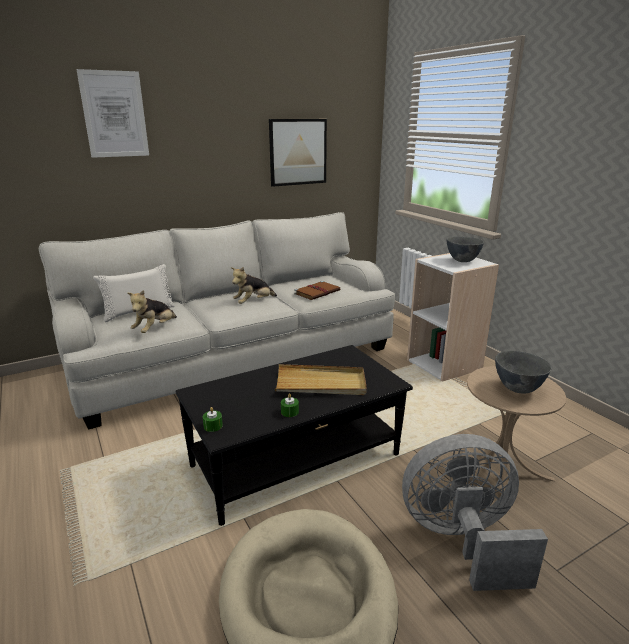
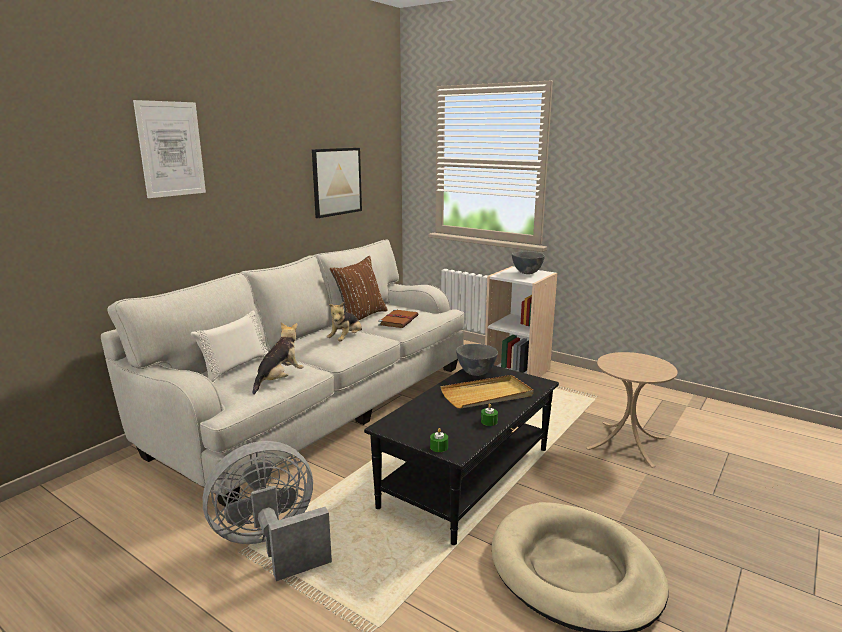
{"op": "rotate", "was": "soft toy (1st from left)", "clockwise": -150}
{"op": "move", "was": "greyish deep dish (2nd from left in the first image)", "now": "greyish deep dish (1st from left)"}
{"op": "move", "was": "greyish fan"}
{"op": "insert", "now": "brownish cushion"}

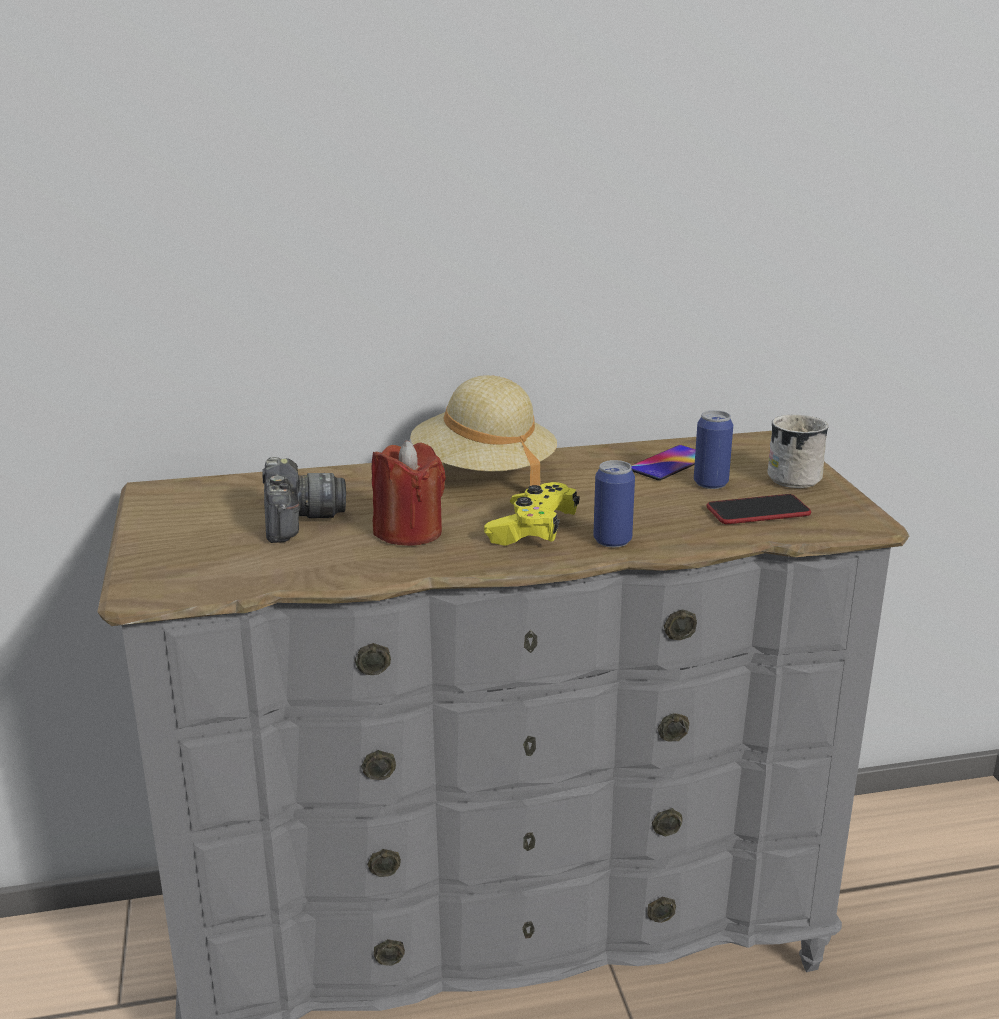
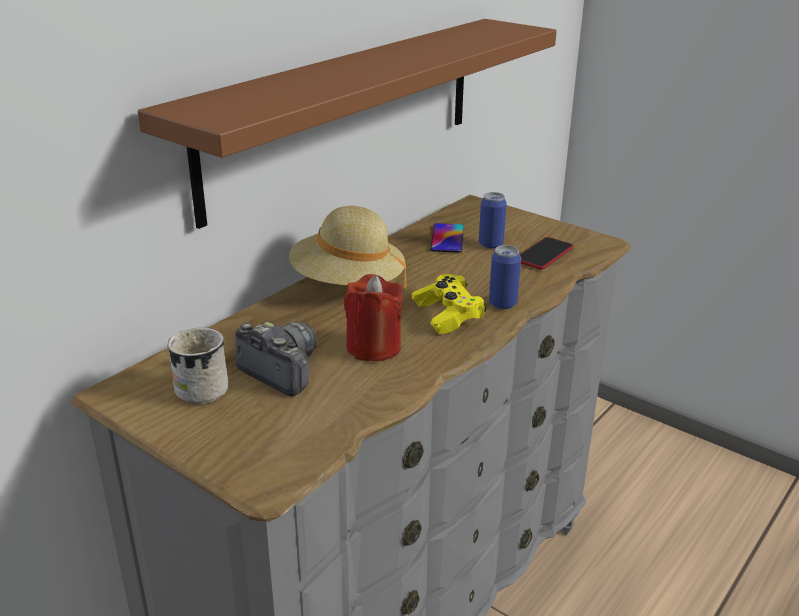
{"op": "move", "was": "white-coloured mug"}
{"op": "insert", "now": "brownish wall shelf"}

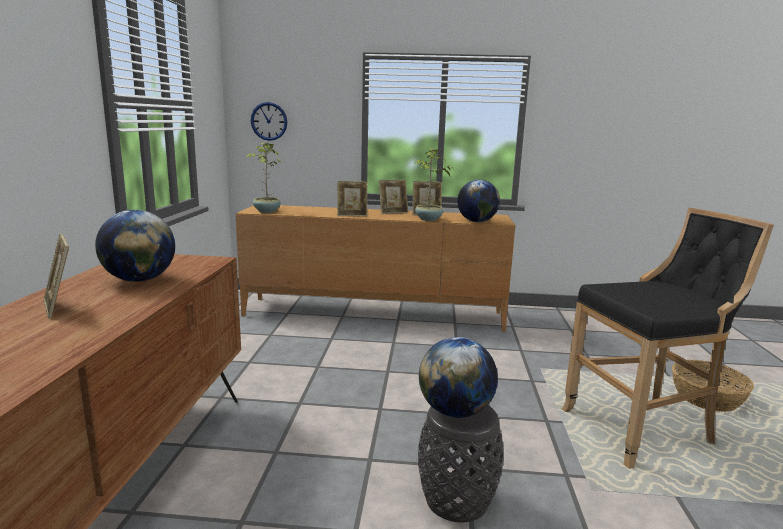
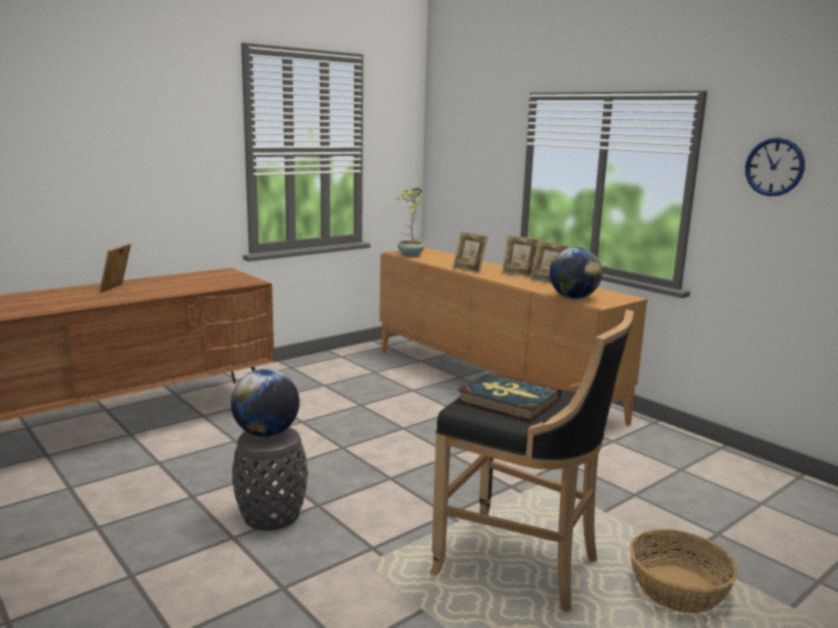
{"op": "move", "was": "clock on the wall"}
{"op": "delete", "was": "potted plant (2nd from left)"}
{"op": "delete", "was": "world globe (1st from left)"}
{"op": "insert", "now": "book"}

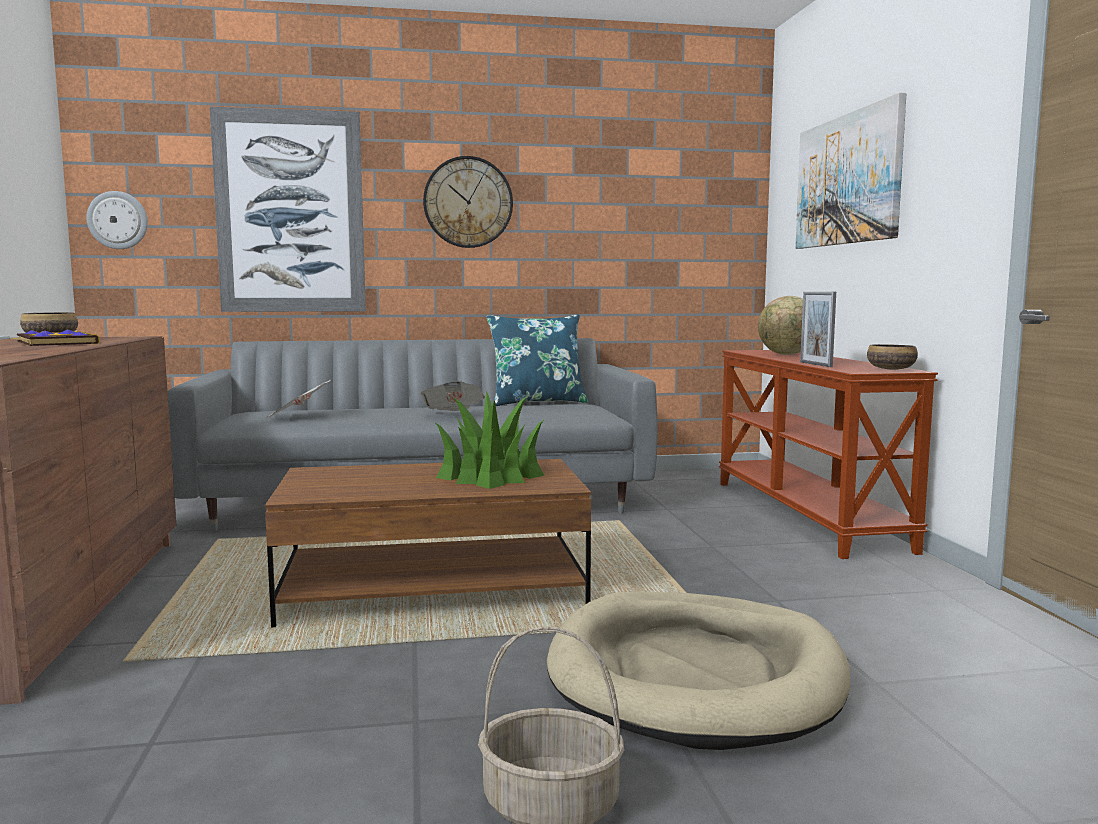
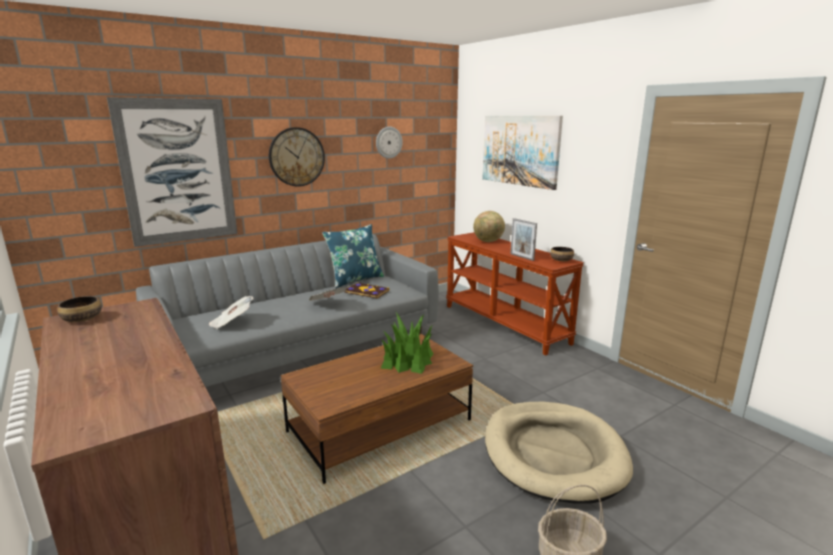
{"op": "move", "was": "clock on the wall (1st from left in the first image)", "now": "clock on the wall (2nd from left)"}
{"op": "move", "was": "book"}

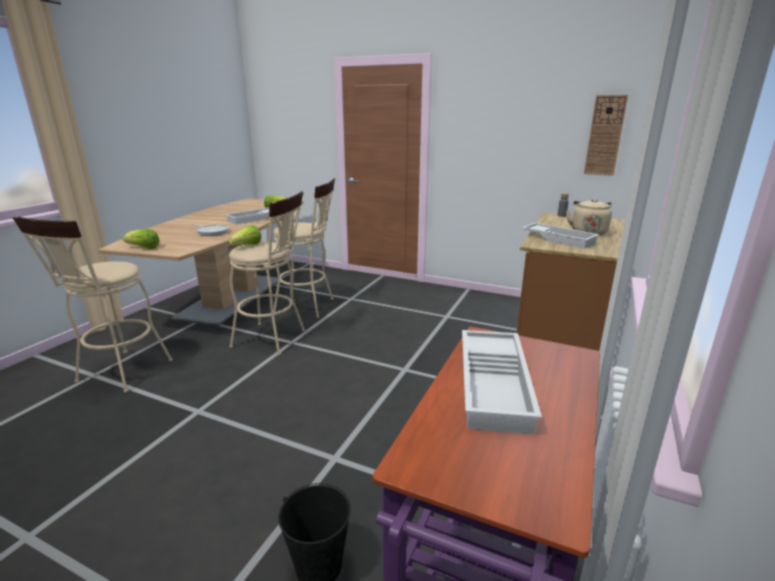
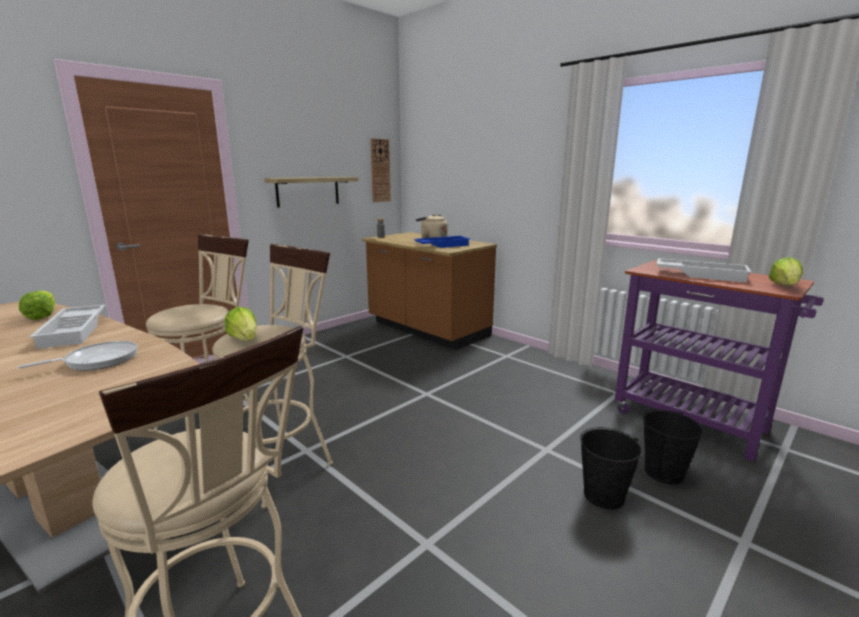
{"op": "recolor", "was": "white-coloured carrying tray (3rd from left)", "now": "bluish carrying tray"}
{"op": "move", "was": "lettuce (1st from left in the first image)", "now": "lettuce (3rd from left)"}
{"op": "insert", "now": "wall shelf"}
{"op": "insert", "now": "black pail (1st from left)"}

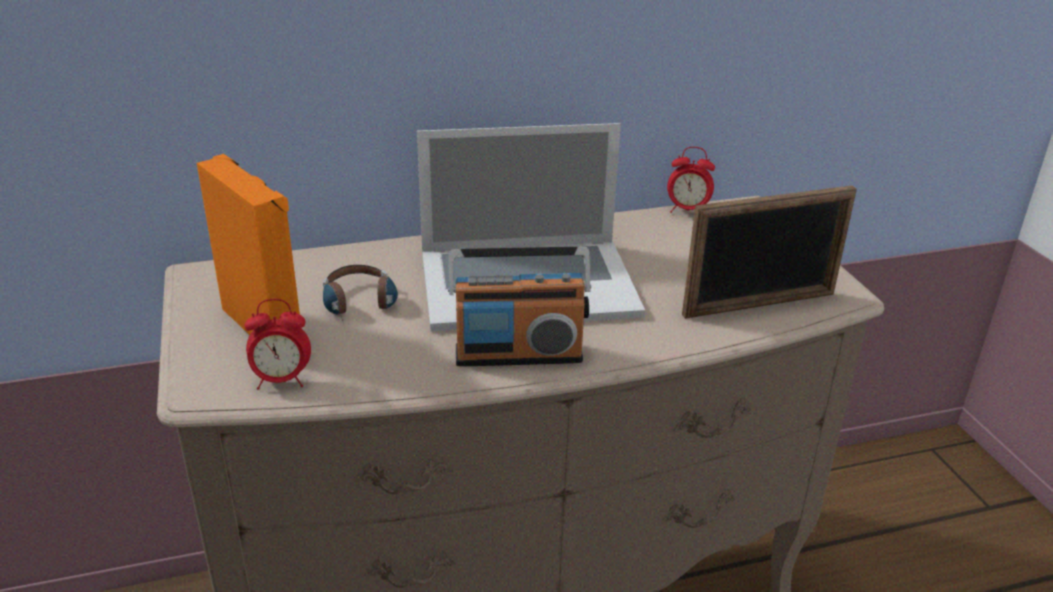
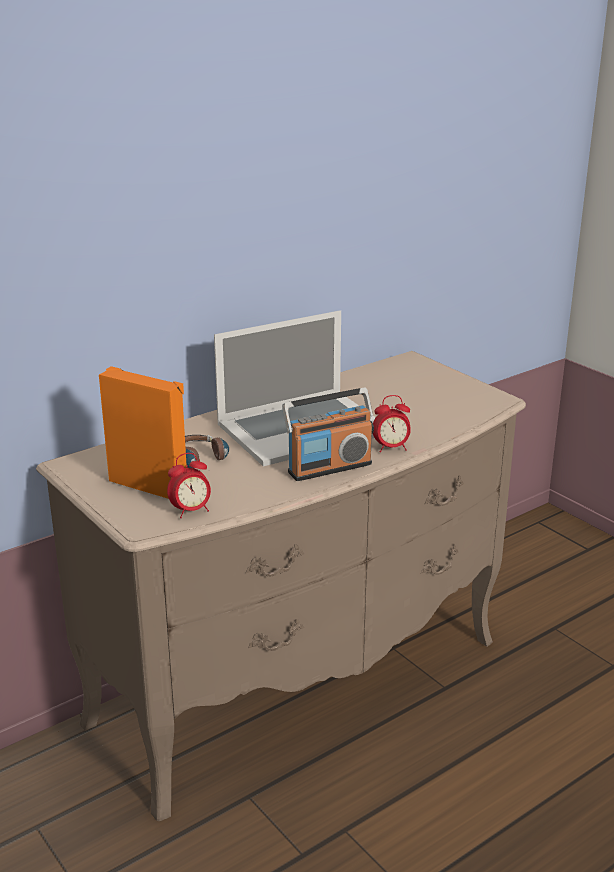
{"op": "move", "was": "alarm clock (2nd from left)"}
{"op": "delete", "was": "standing frame"}

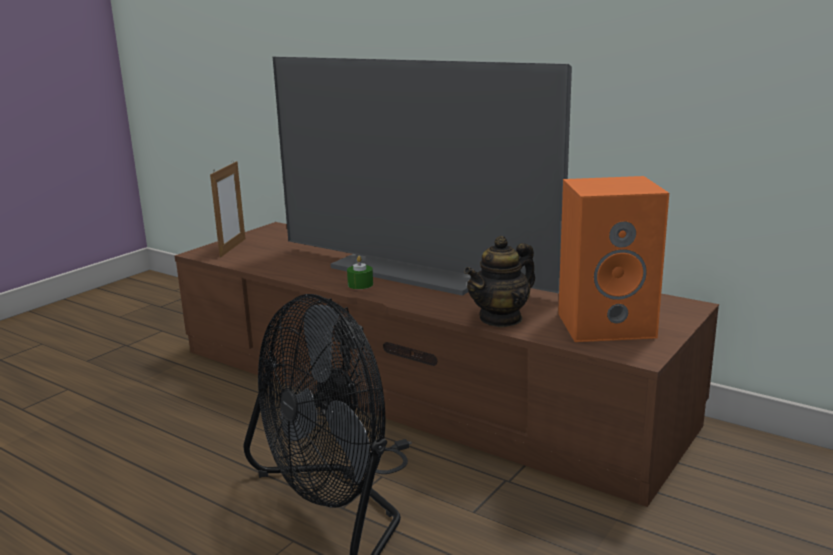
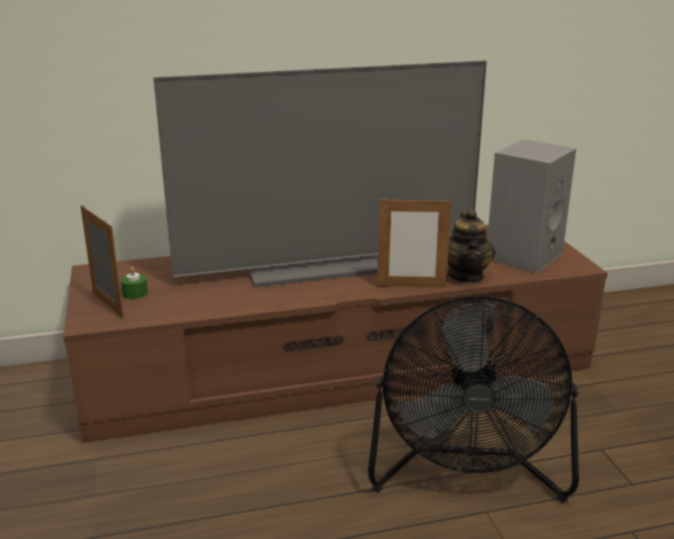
{"op": "recolor", "was": "orange speaker", "now": "greyish speaker"}
{"op": "move", "was": "green candle"}
{"op": "insert", "now": "standing frame (2nd from left)"}

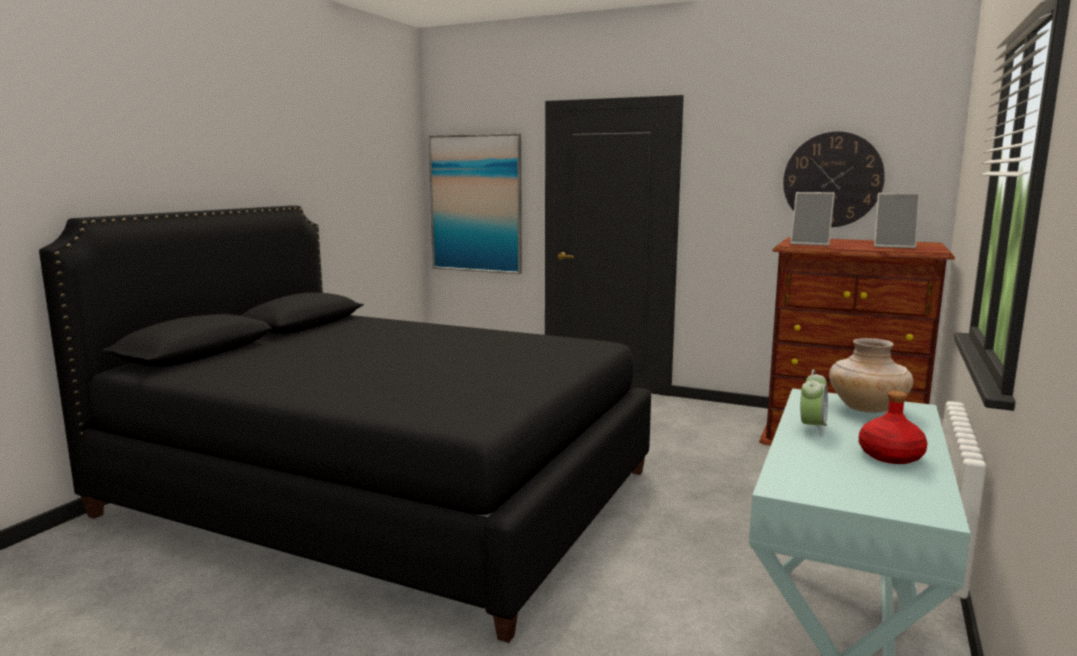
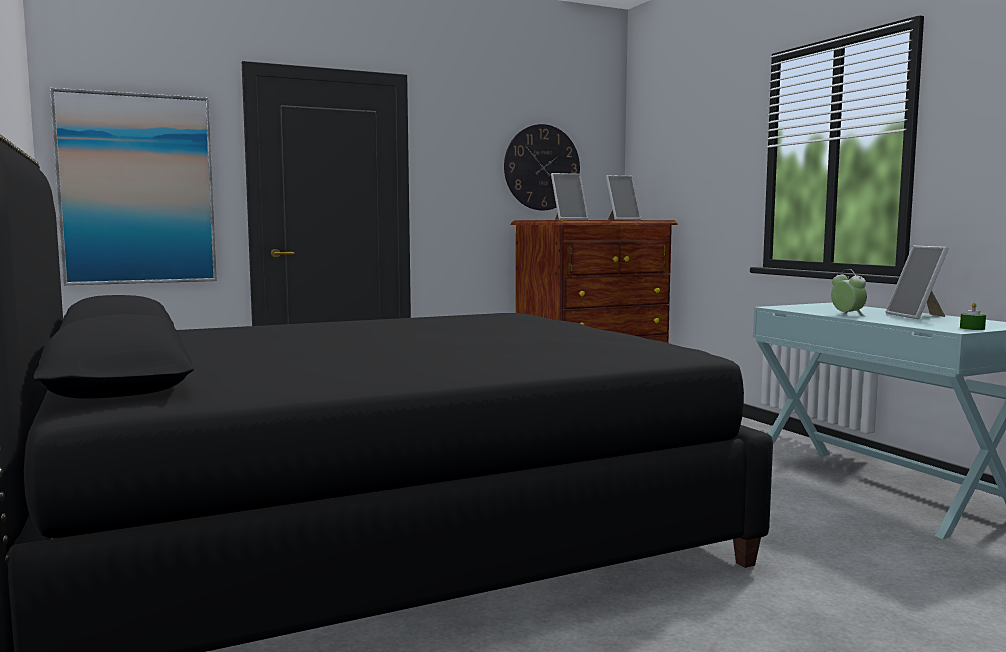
{"op": "delete", "was": "beige-coloured flower vase"}
{"op": "replace", "was": "red-coloured drink bottle", "now": "standing frame (3rd from left)"}
{"op": "insert", "now": "green candle"}

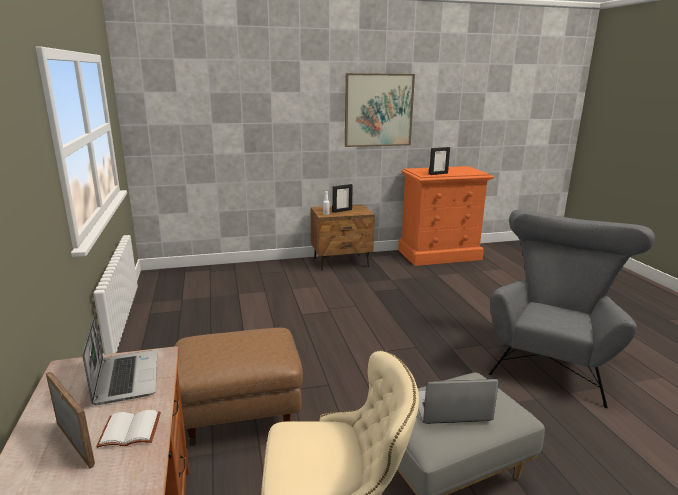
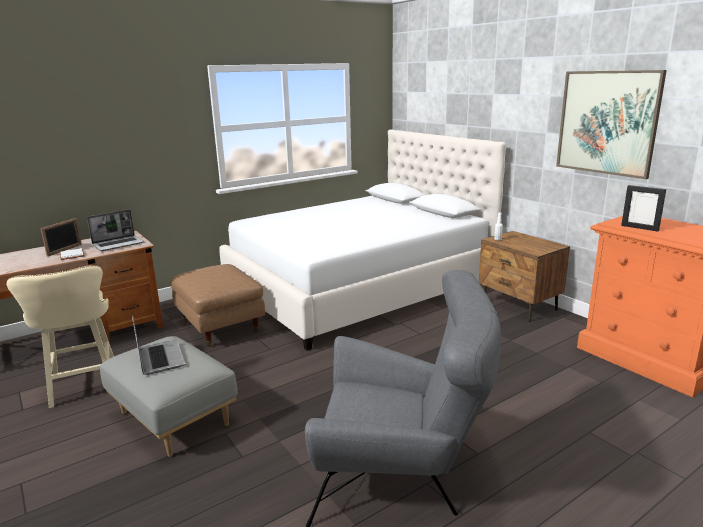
{"op": "delete", "was": "standing frame (2nd from left)"}
{"op": "insert", "now": "white-coloured sleeping bed"}

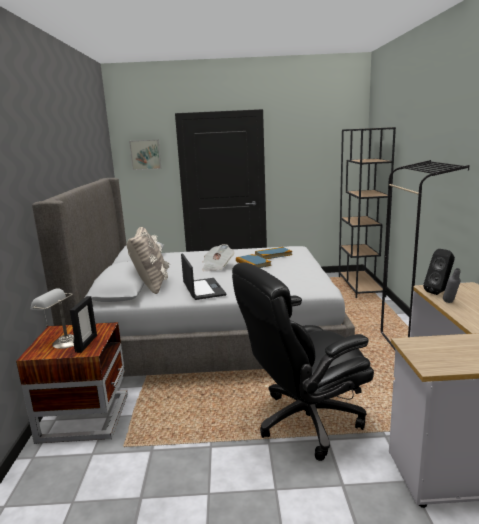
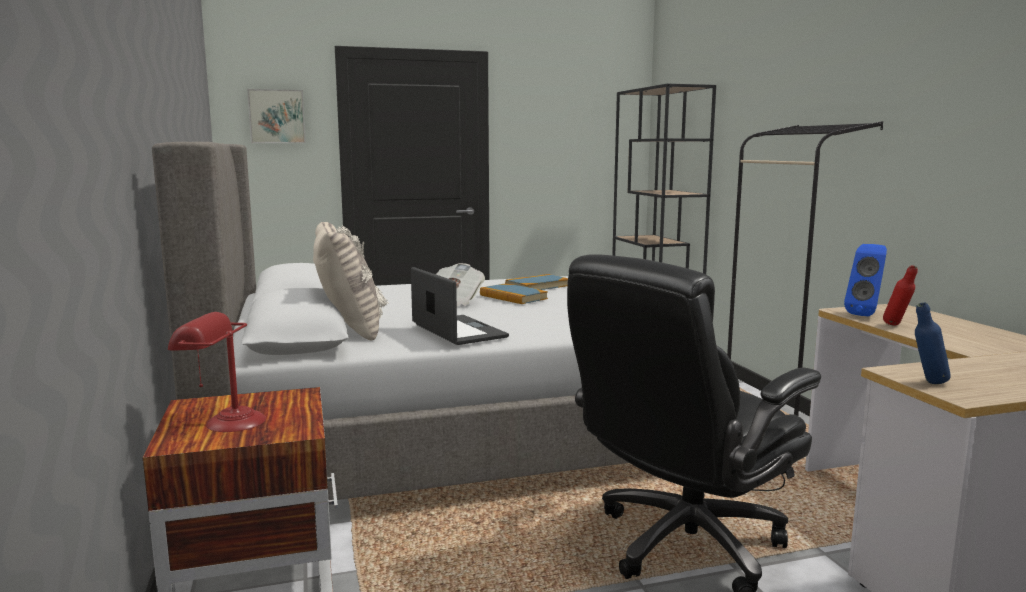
{"op": "recolor", "was": "black speaker", "now": "bluish speaker"}
{"op": "recolor", "was": "greyish drink bottle", "now": "red-coloured drink bottle"}
{"op": "recolor", "was": "white-coloured table lamp", "now": "red-coloured table lamp"}
{"op": "delete", "was": "standing frame"}
{"op": "insert", "now": "bluish drink bottle"}

